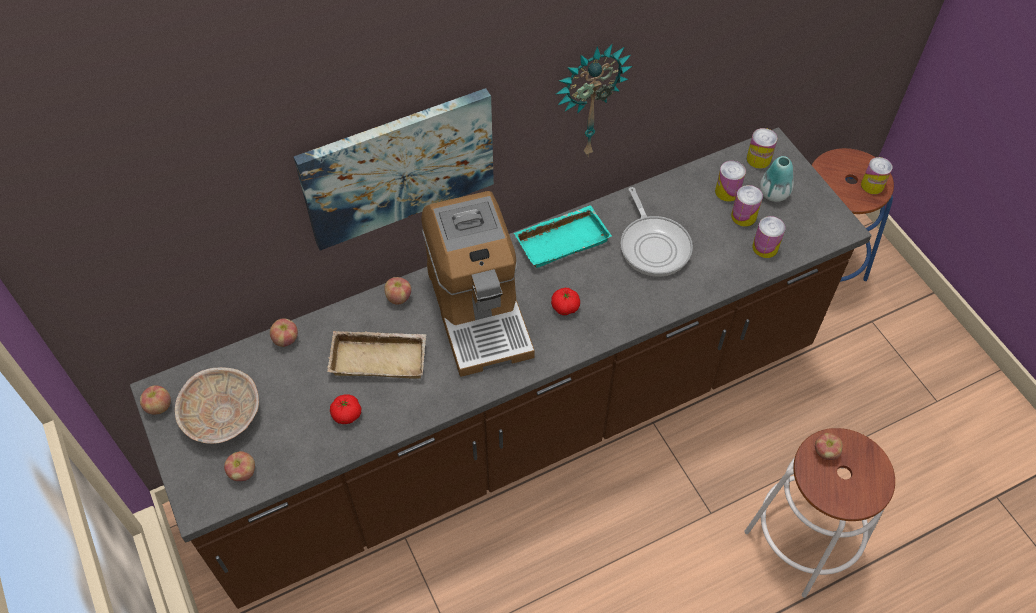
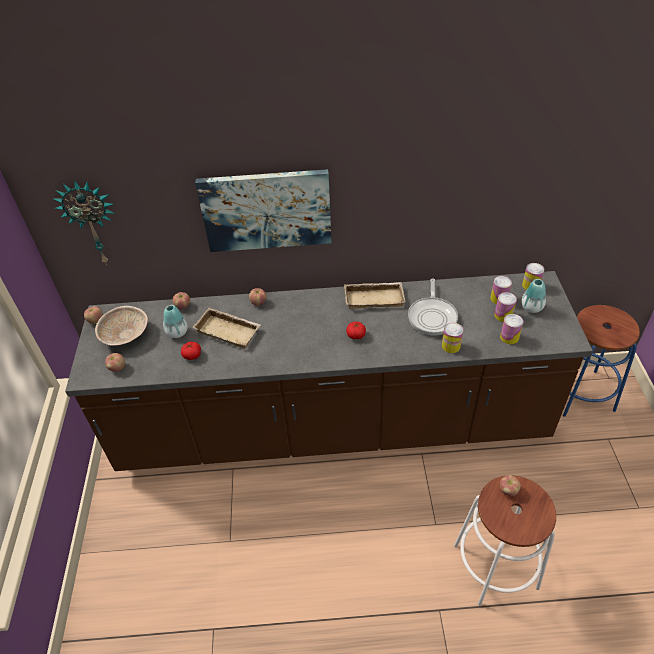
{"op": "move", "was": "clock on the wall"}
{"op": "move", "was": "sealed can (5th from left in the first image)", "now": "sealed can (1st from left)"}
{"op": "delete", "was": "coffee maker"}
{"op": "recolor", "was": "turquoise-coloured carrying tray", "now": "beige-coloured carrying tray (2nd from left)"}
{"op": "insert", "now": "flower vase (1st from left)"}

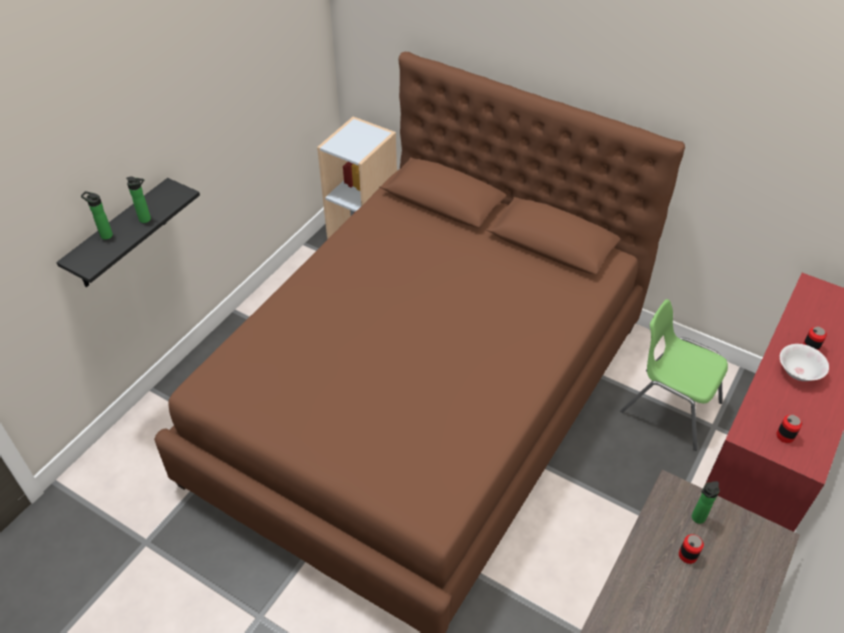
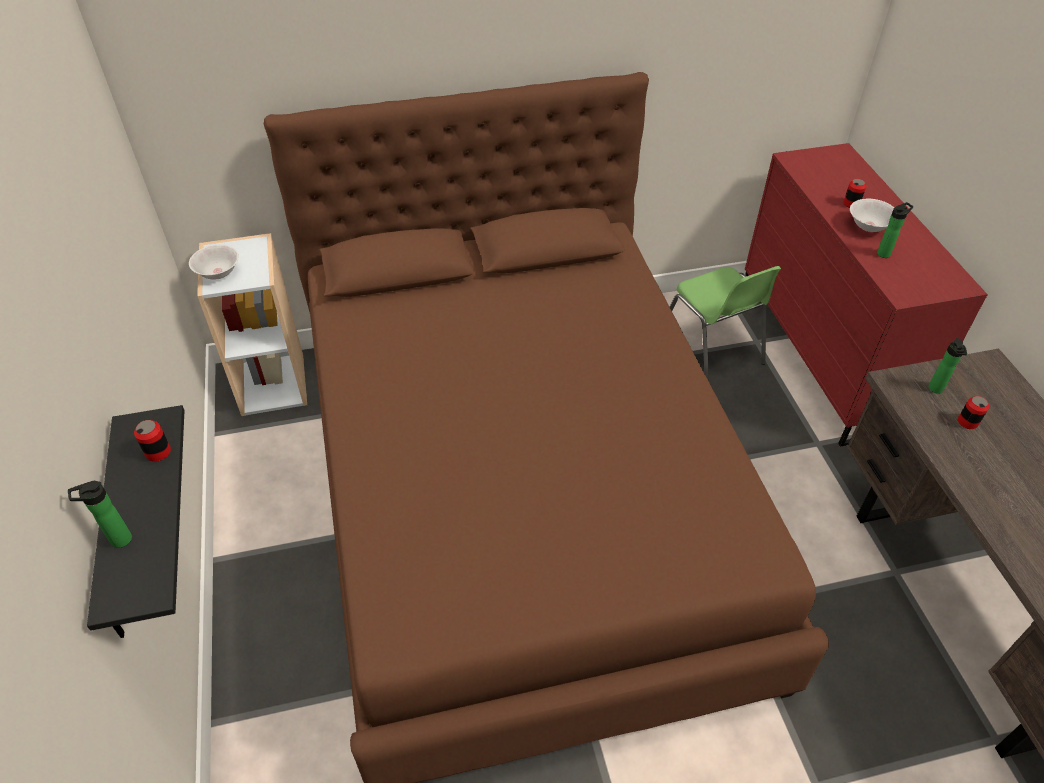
{"op": "move", "was": "drink bottle (2nd from left)"}
{"op": "rotate", "was": "green upright chair", "clockwise": -105}
{"op": "move", "was": "sealed can (2nd from left in the first image)", "now": "sealed can (1st from left)"}
{"op": "insert", "now": "white-coloured deep dish (1st from left)"}

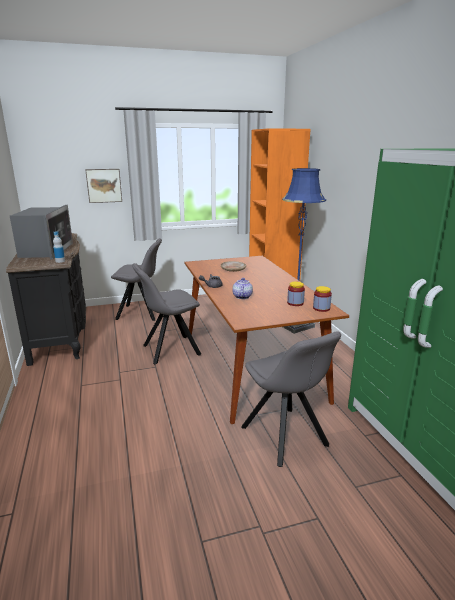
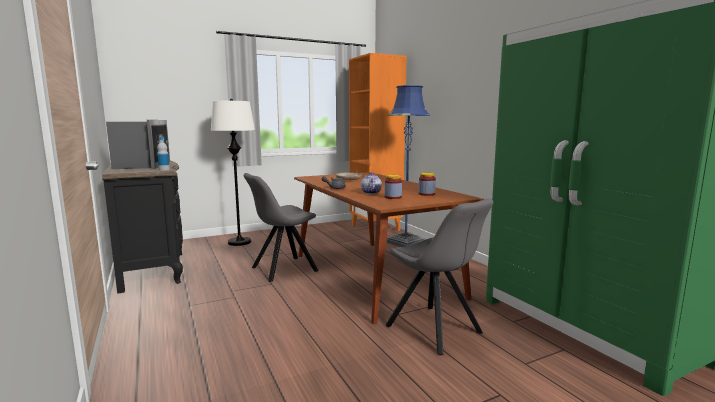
{"op": "delete", "was": "wall picture"}
{"op": "replace", "was": "greyish upright chair (1st from left)", "now": "white-coloured standing lamp"}
{"op": "move", "was": "preserve jar (2nd from left in the first image)", "now": "preserve jar (1st from left)"}

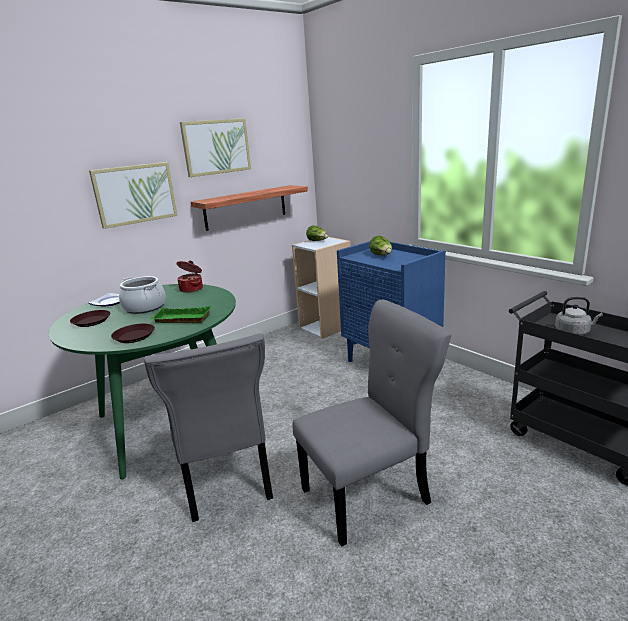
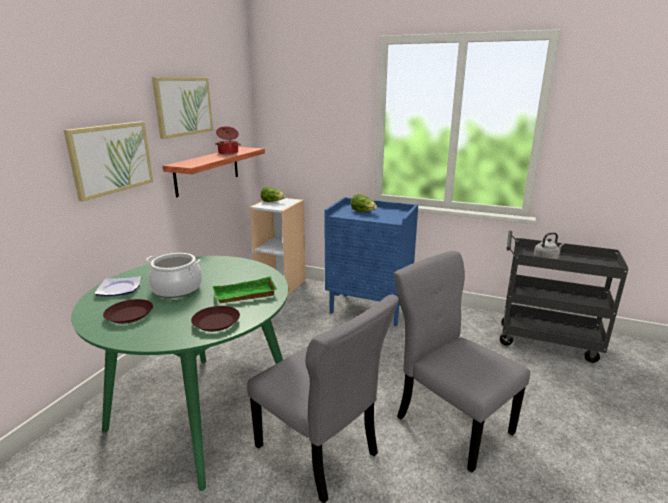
{"op": "move", "was": "cooking pot (2nd from left)"}
{"op": "rotate", "was": "greyish upright chair (2nd from left)", "clockwise": -75}

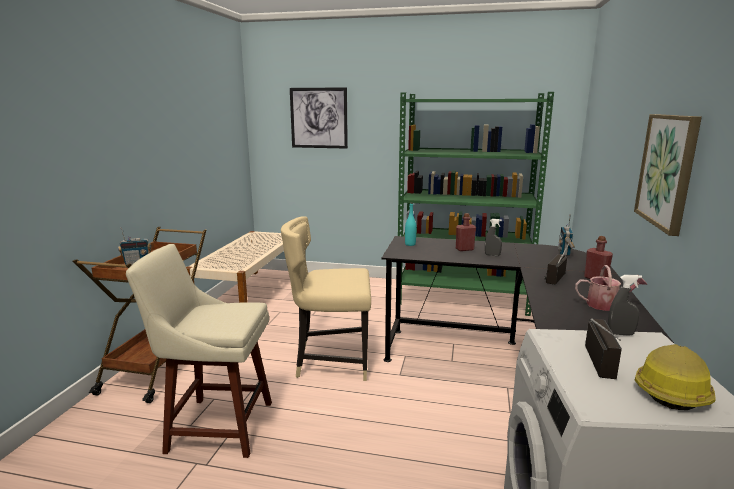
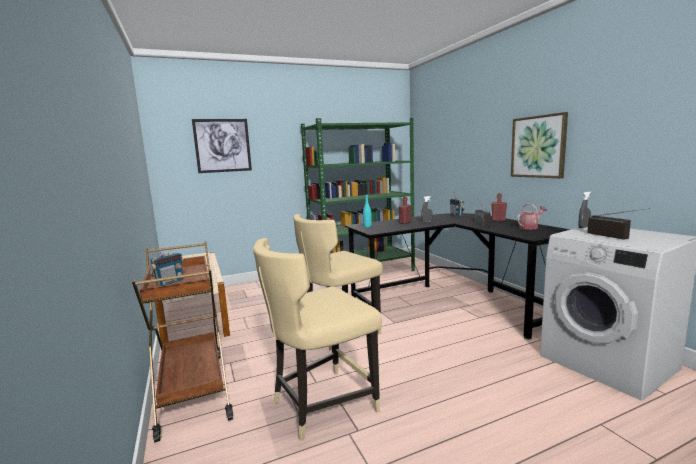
{"op": "replace", "was": "beige-coloured sitting stool", "now": "beige-coloured upright chair (1st from left)"}
{"op": "delete", "was": "safety helmet"}

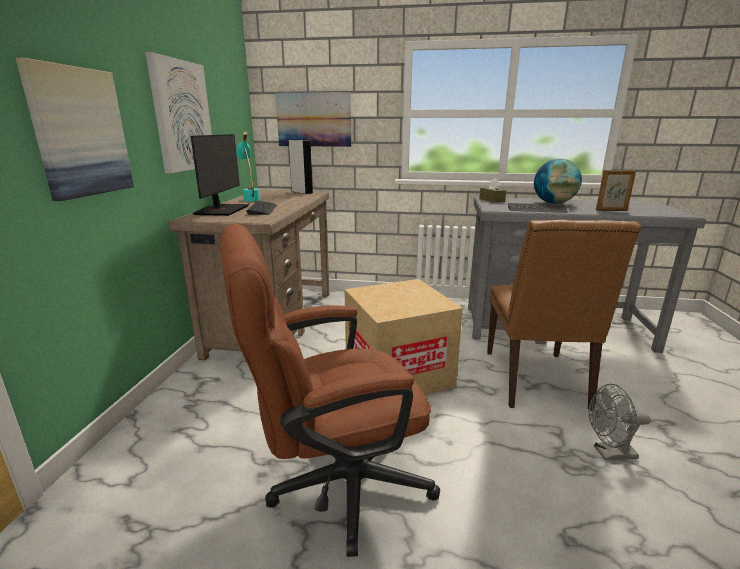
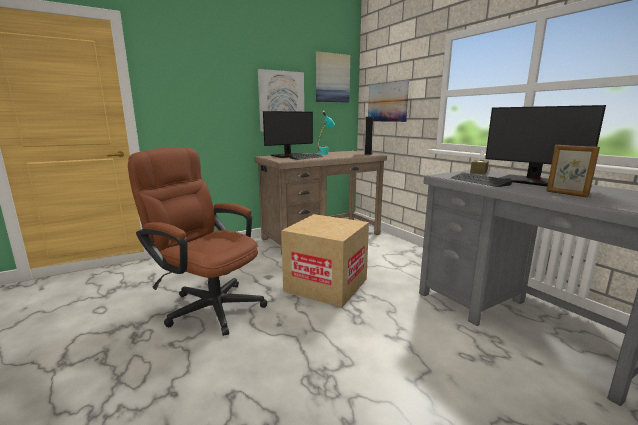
{"op": "move", "was": "wall picture (1st from left in the first image)", "now": "wall picture (2nd from left)"}
{"op": "replace", "was": "world globe", "now": "monitor (2nd from left)"}
{"op": "delete", "was": "brownish upright chair"}
{"op": "delete", "was": "greyish fan"}

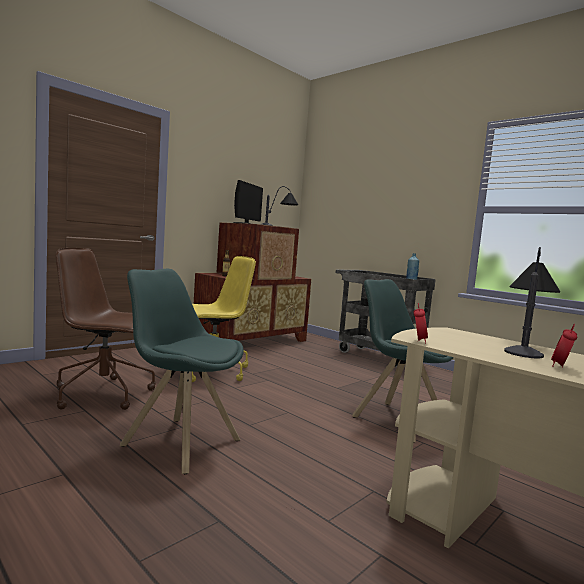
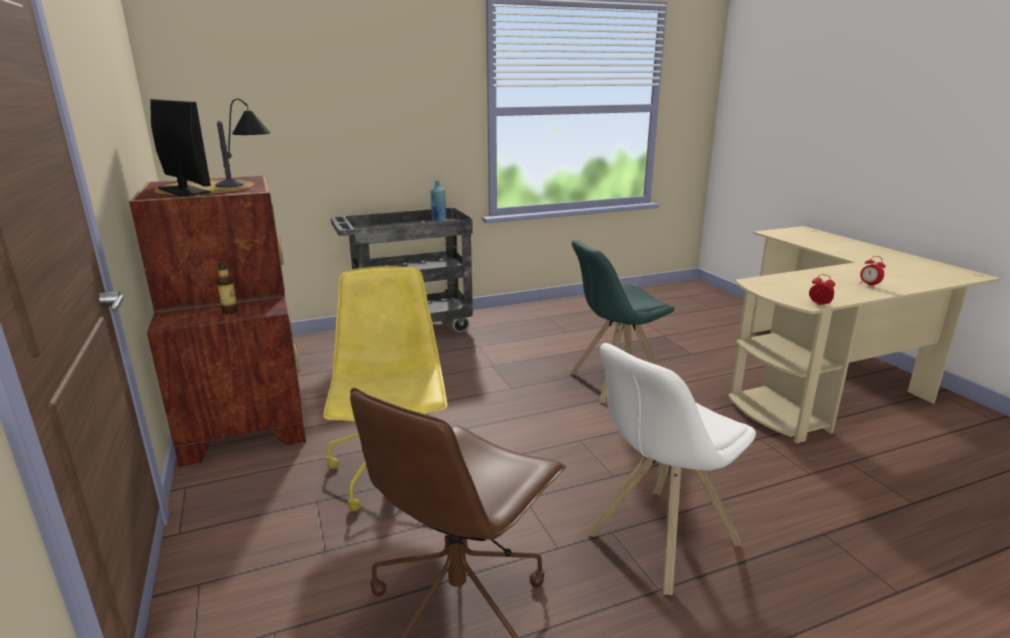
{"op": "delete", "was": "table lamp (2nd from left)"}
{"op": "recolor", "was": "turquoise-coloured upright chair (1st from left)", "now": "white-coloured upright chair"}

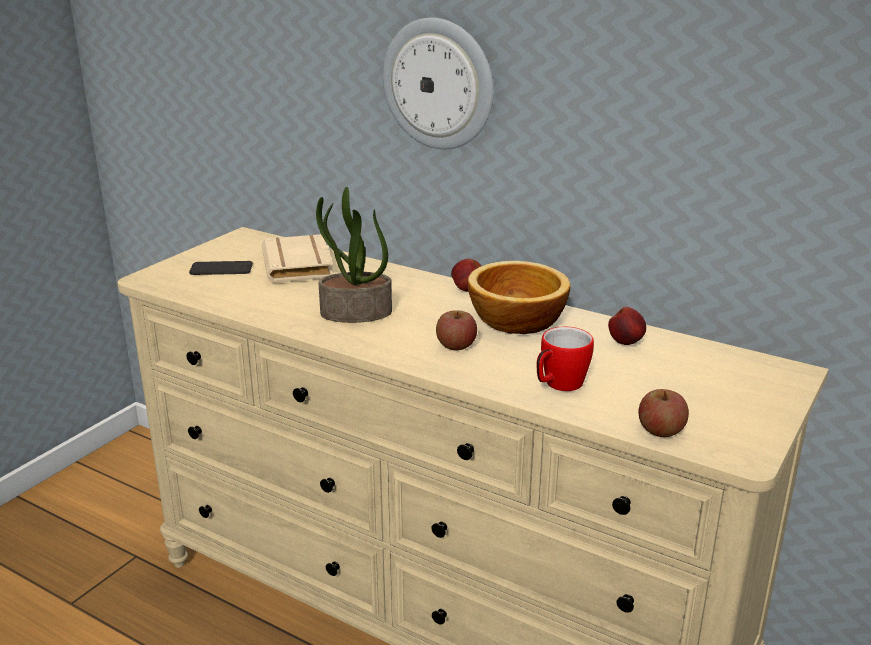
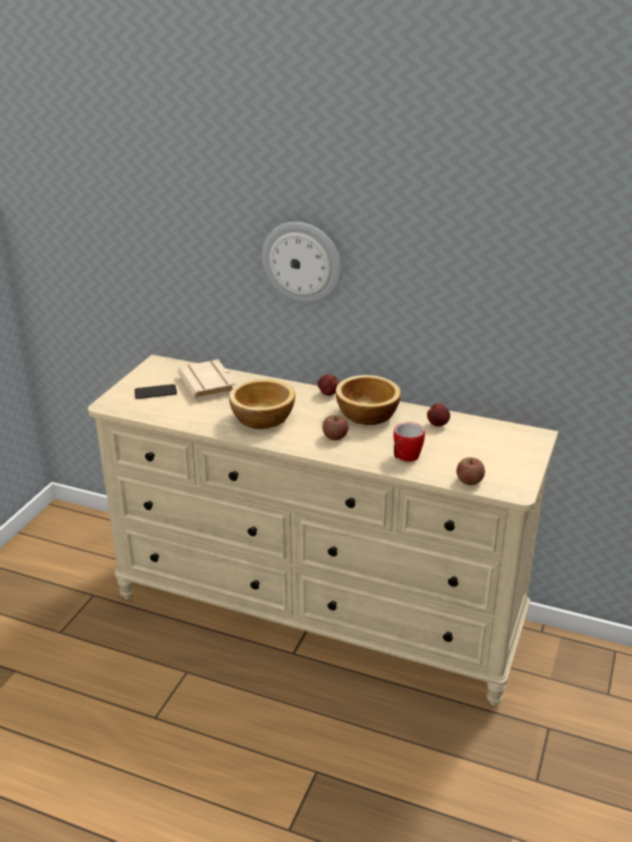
{"op": "replace", "was": "potted plant", "now": "deep dish (1st from left)"}

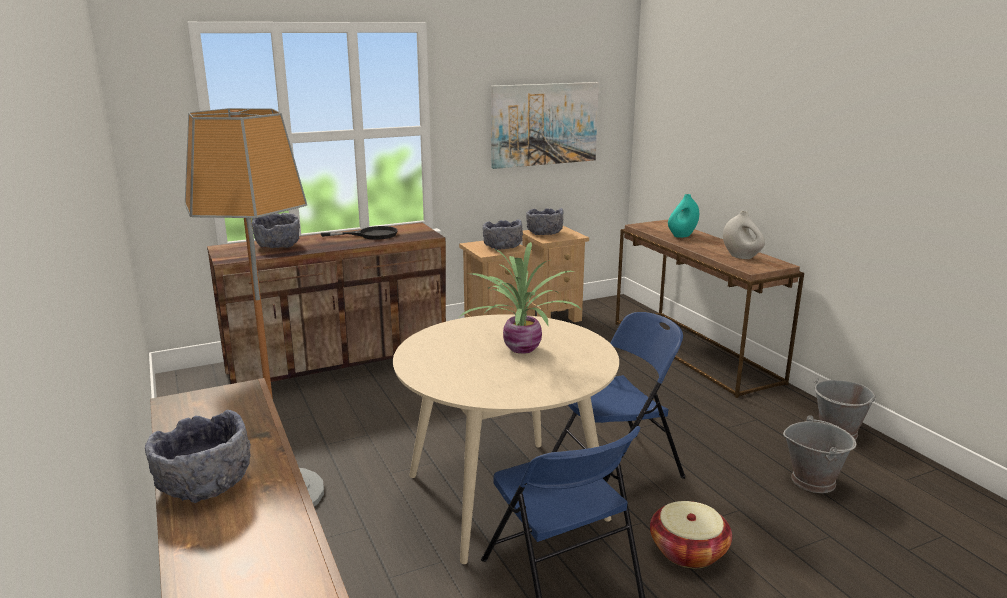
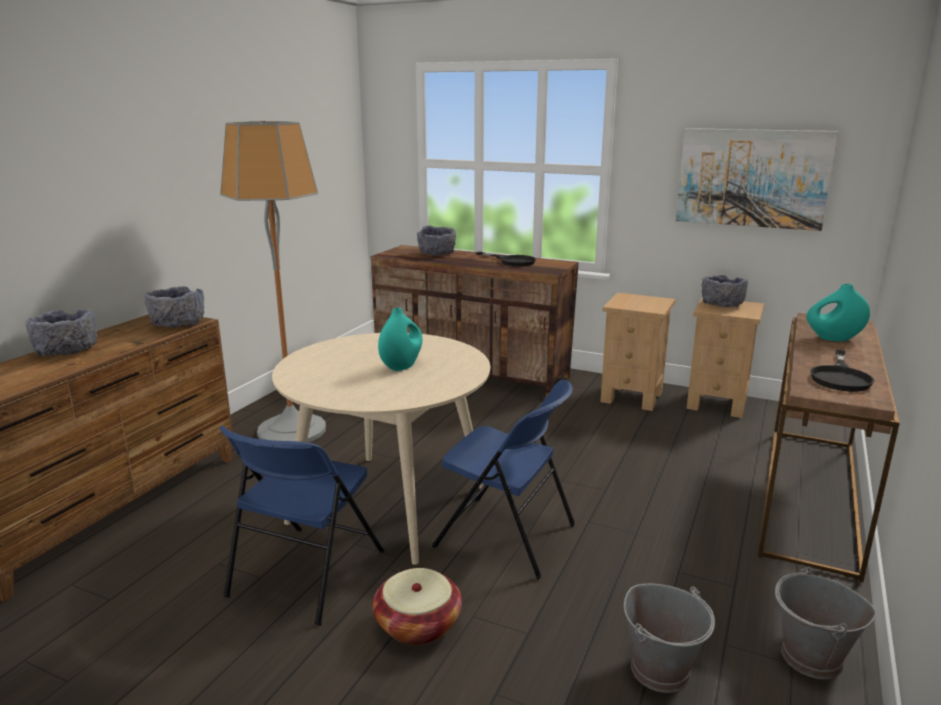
{"op": "replace", "was": "white-coloured flower vase", "now": "black frying pan (2nd from left)"}
{"op": "move", "was": "greyish deep dish (3rd from left in the first image)", "now": "greyish deep dish (2nd from left)"}
{"op": "replace", "was": "potted plant", "now": "turquoise-coloured flower vase (1st from left)"}

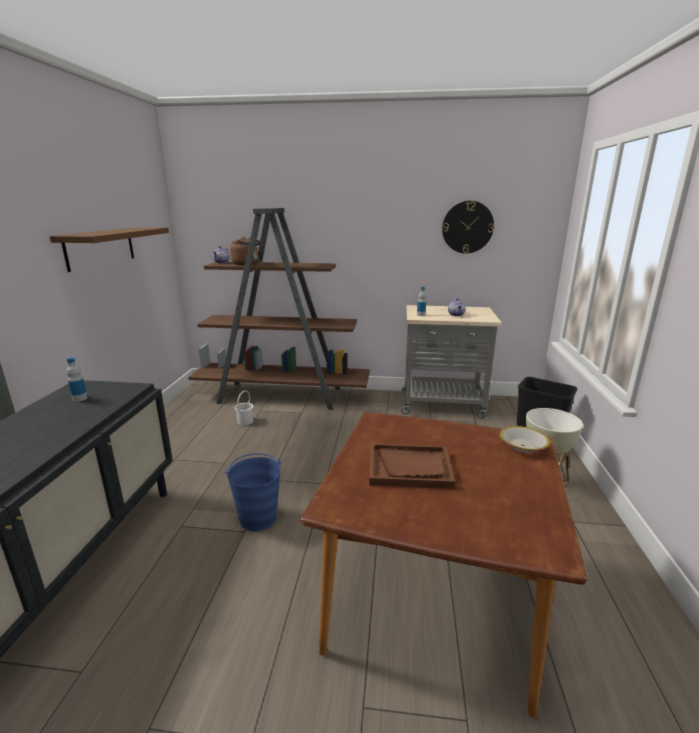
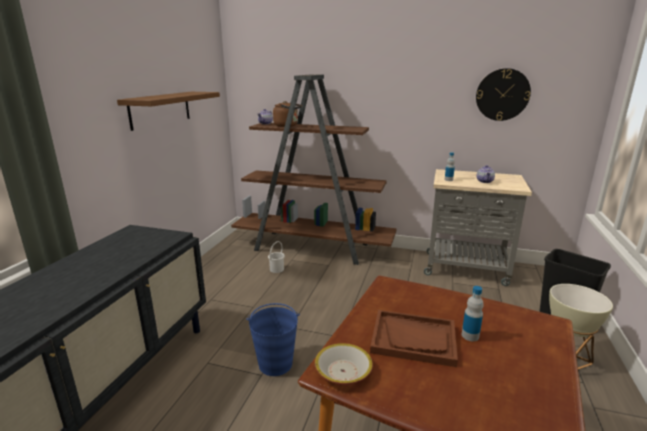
{"op": "move", "was": "drink bottle (1st from left in the first image)", "now": "drink bottle (2nd from left)"}
{"op": "move", "was": "deep dish"}

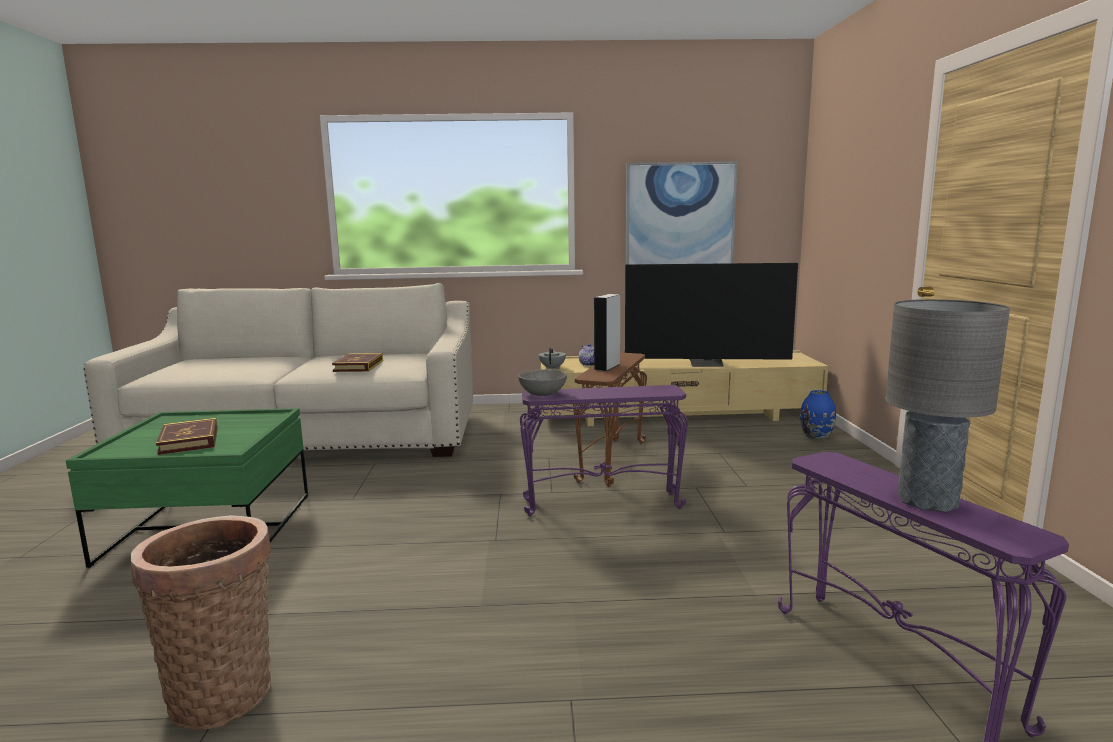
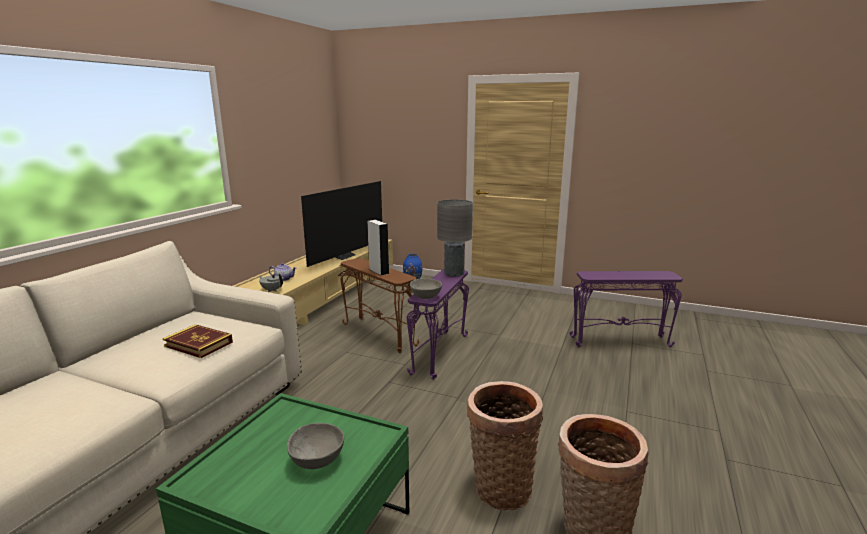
{"op": "delete", "was": "wall picture"}
{"op": "move", "was": "greyish table lamp"}
{"op": "replace", "was": "book (1st from left)", "now": "greyish deep dish (1st from left)"}
{"op": "insert", "now": "storage basket (1st from left)"}

